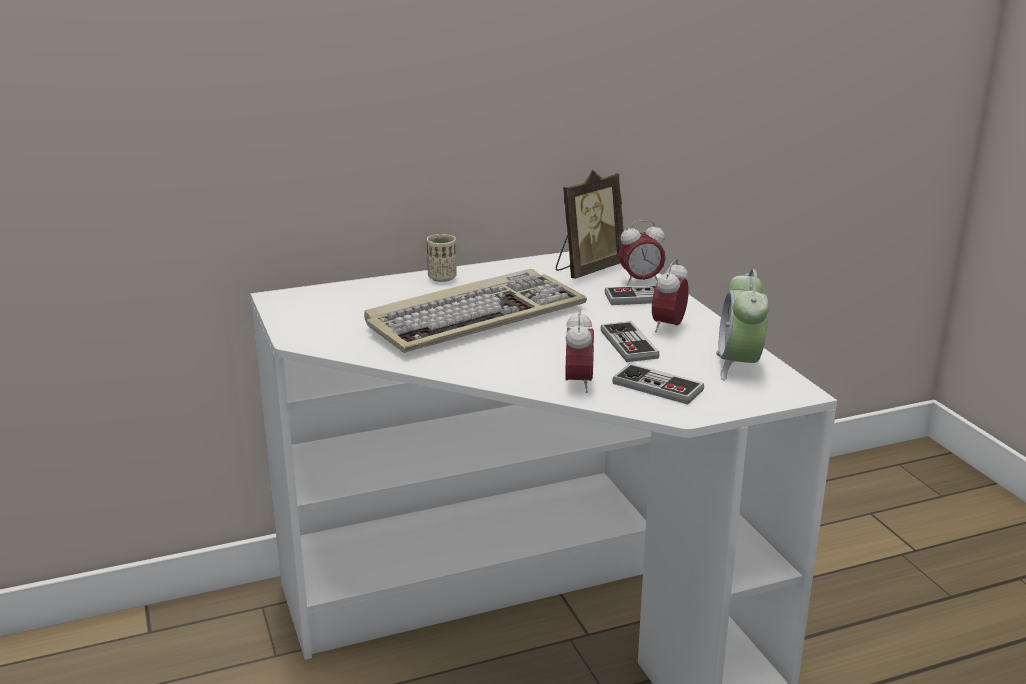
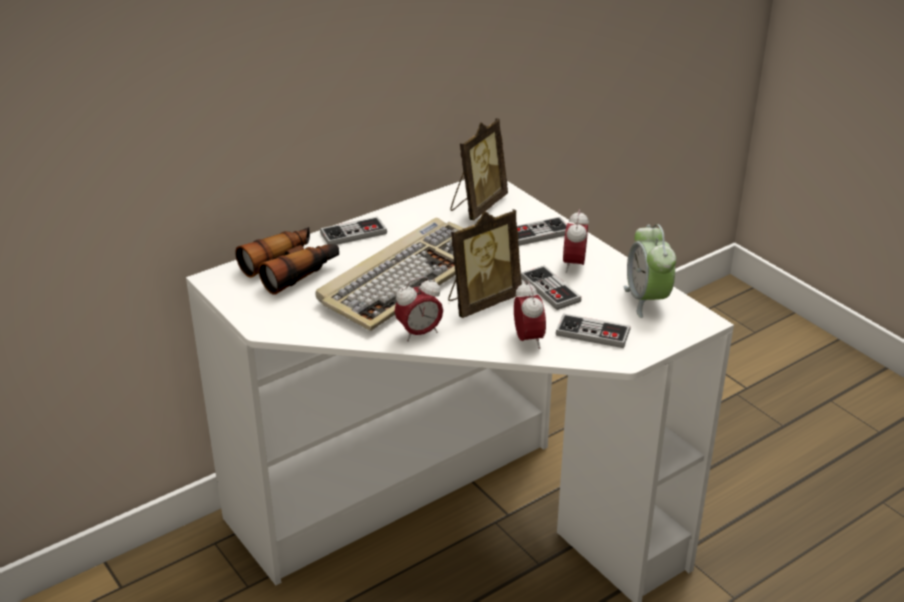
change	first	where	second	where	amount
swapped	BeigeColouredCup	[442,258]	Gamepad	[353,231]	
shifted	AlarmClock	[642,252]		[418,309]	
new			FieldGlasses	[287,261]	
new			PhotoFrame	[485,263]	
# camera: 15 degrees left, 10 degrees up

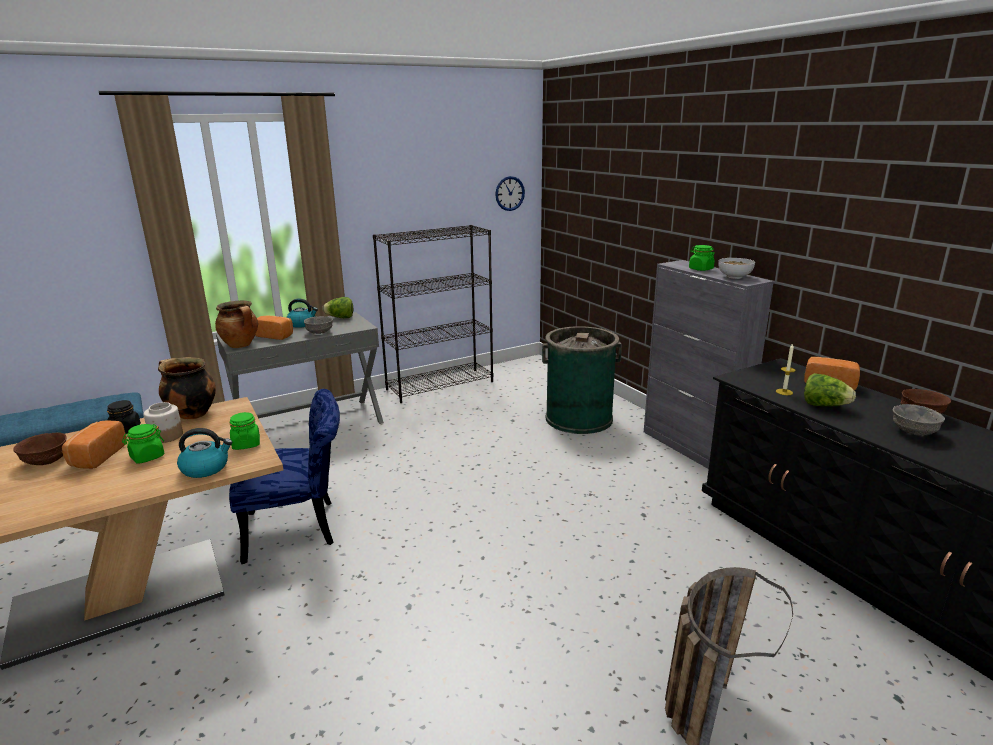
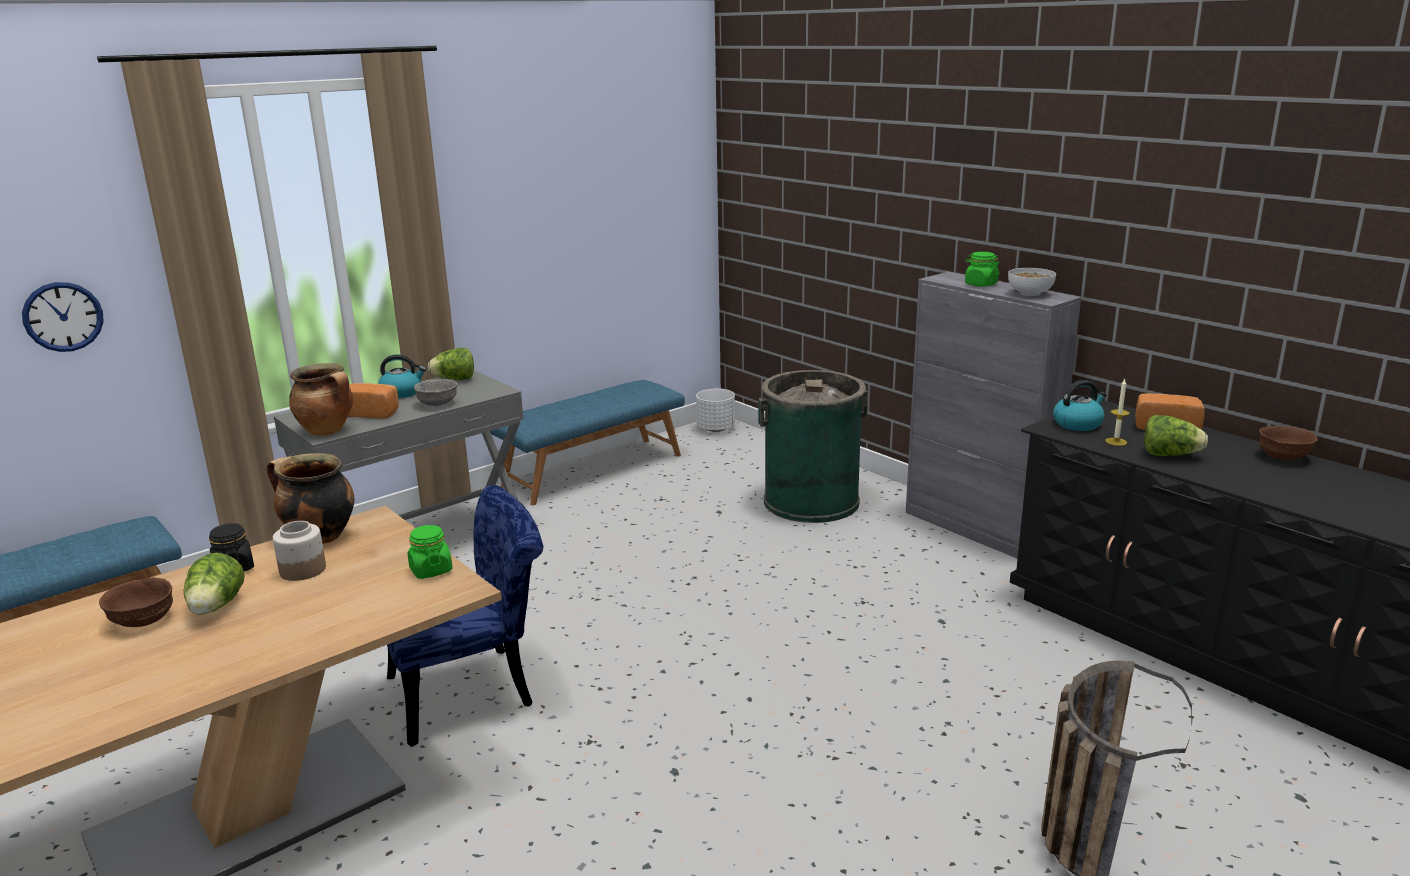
change	first	where	second	where	amount
swapped	BakeryBread	[94,445]	Lettuce	[214,584]	
gone	GreenishPreserveJar	[143,443]			
shifted	Kettle	[205,453]		[1079,405]	
swapped	BlackishBookshelf	[433,314]	BluishBench	[587,442]	
shifted	HangingClock	[510,193]		[63,317]	
gone	GrayServingBowl	[919,420]			
new			WhiteColouredFlowerPot	[715,410]	
# camera: 10 degrees left, 0 degrees up

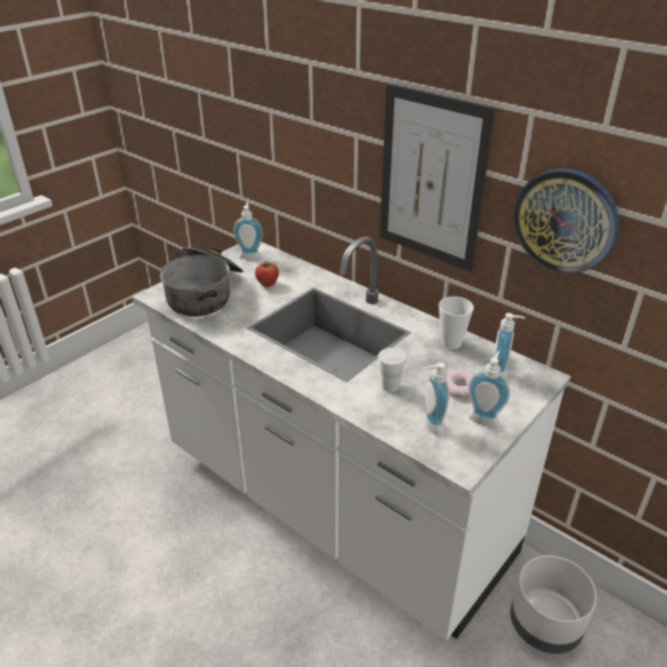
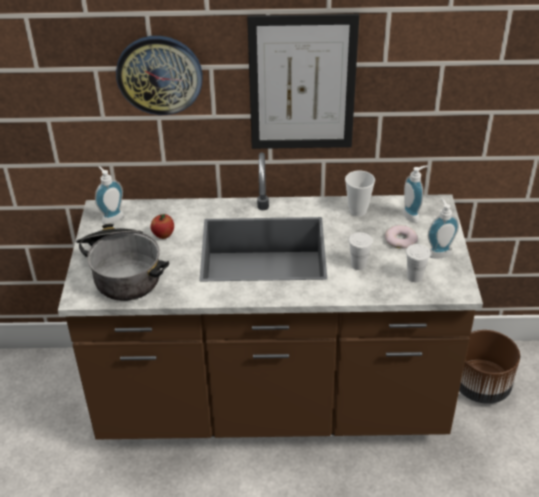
change	first	where	second	where	amount
repainted	WhiteColouredKitchenBaseUnit	[351,438]	BrownishKitchenBaseUnit	[270,296]	
swapped	SoapDispenser	[436,399]	WhiteColouredCup	[418,263]	
repainted	GrayFlowerPot	[553,604]	BrownishFlowerPot	[489,367]	
shifted	HangingClock	[566,221]		[159,75]	
# camera: 40 degrees left, 5 degrees up

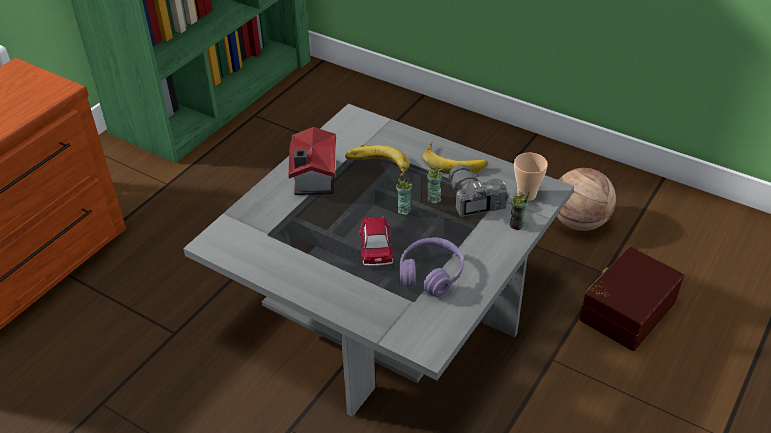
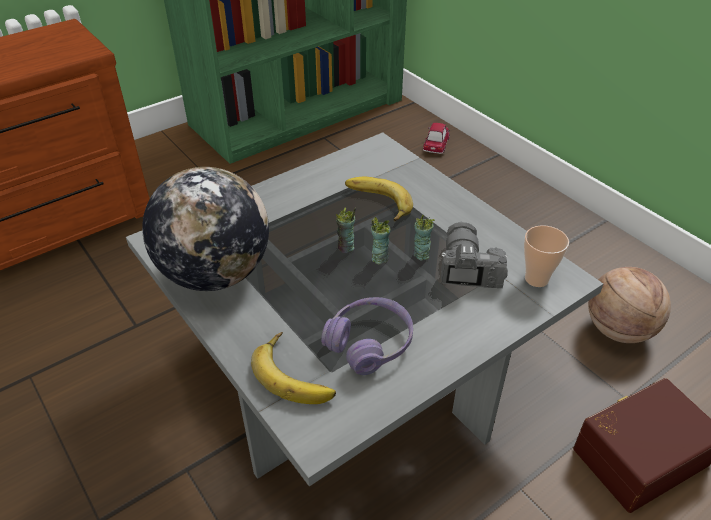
change	first	where	second	where	amount
gone	ModelHouse	[312,161]			
shifted	ModelCar	[376,241]		[436,138]	
shifted	Banana	[454,158]		[293,368]	
shifted	Cup	[520,210]		[346,230]	
new			DeskGlobe	[205,229]	
# camera: 20 degrees right, 0 degrees up

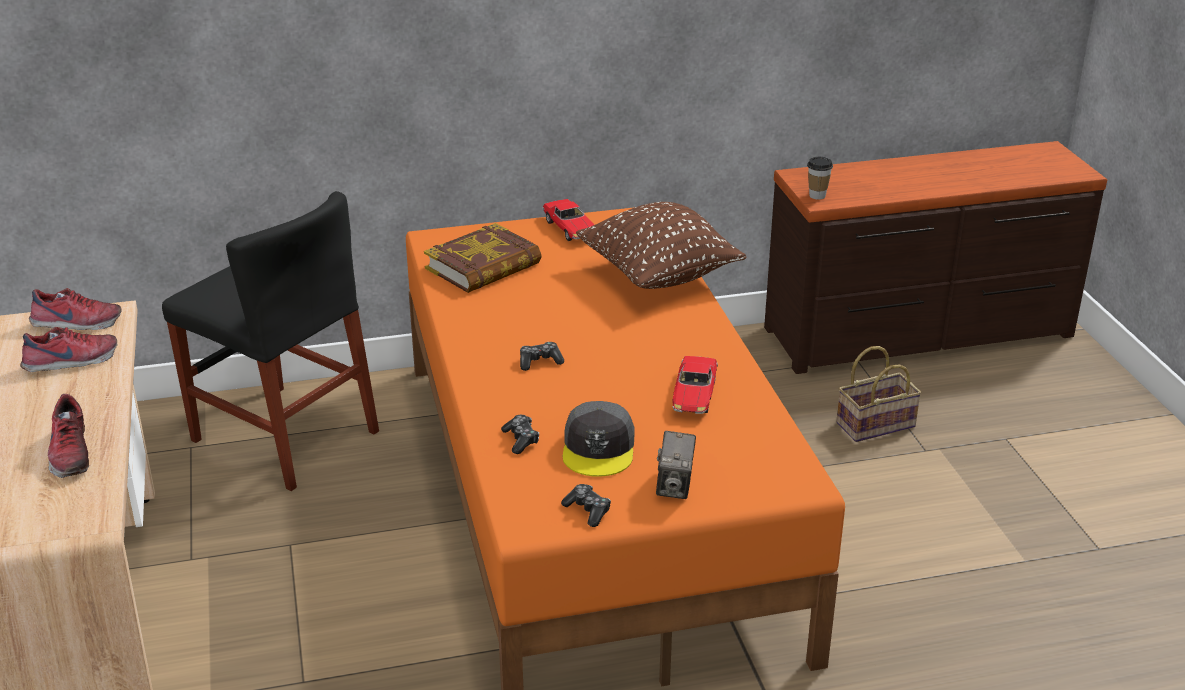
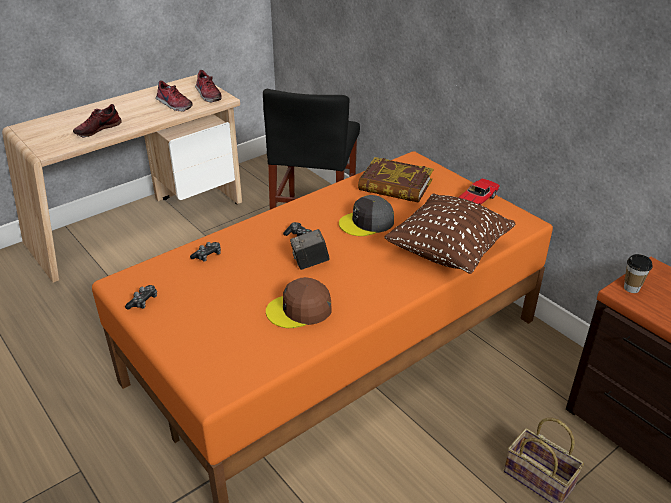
change	first	where	second	where	amount
shifted	GrayPeakedCap	[599,439]		[366,215]	
shifted	PhotoCamera	[676,465]		[309,249]	
swapped	ModelCar	[695,385]	BrownishPeakedCap	[299,302]	
# camera: 65 degrees right, 5 degrees up

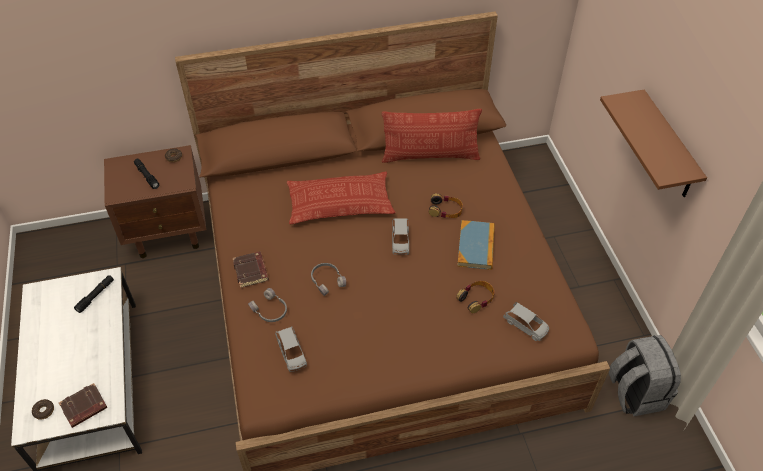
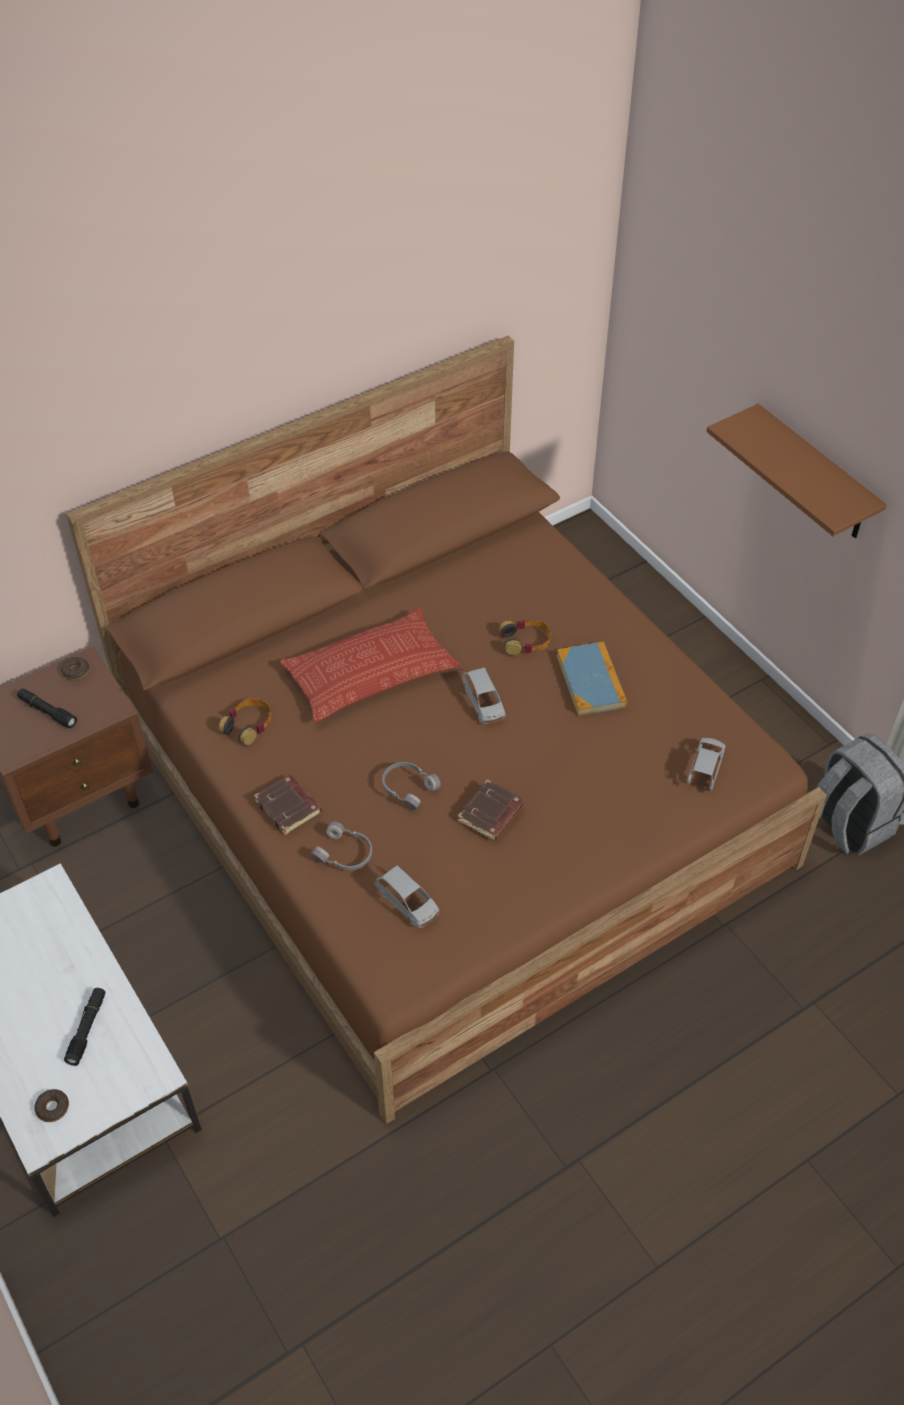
change	first	where	second	where	amount
shifted	BrownishVolume	[83,405]		[490,810]	
shifted	BlackishFlashlight	[94,294]		[84,1027]	
gone	Pillow	[432,136]			
shifted	Headphones	[475,297]		[245,722]	
rotated	GrayModelCar	[526,321]		[705,764]	90 degrees counterclockwise
# camera: 20 degrees left, 0 degrees up

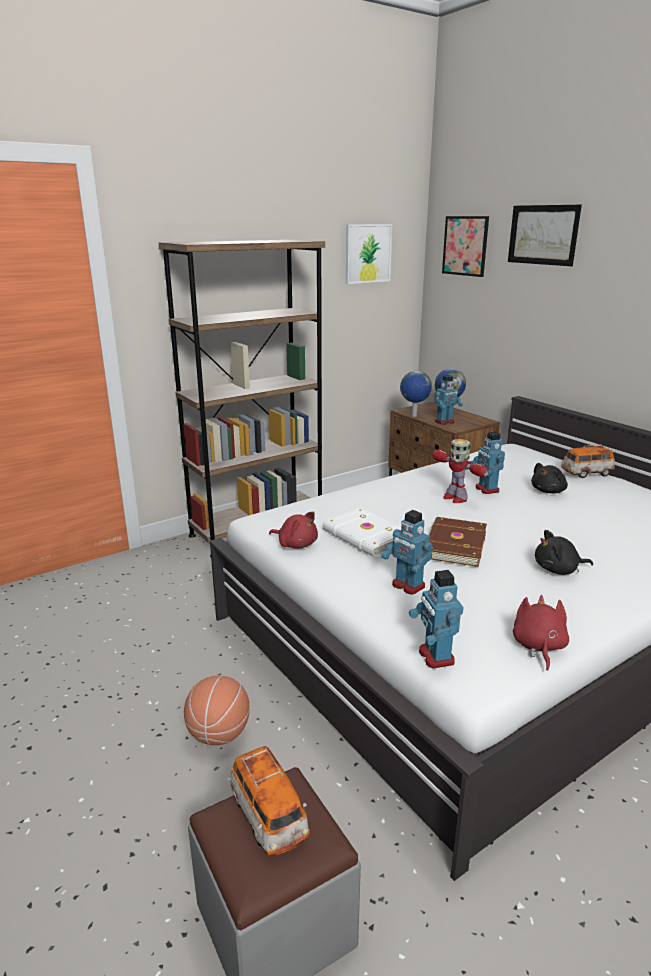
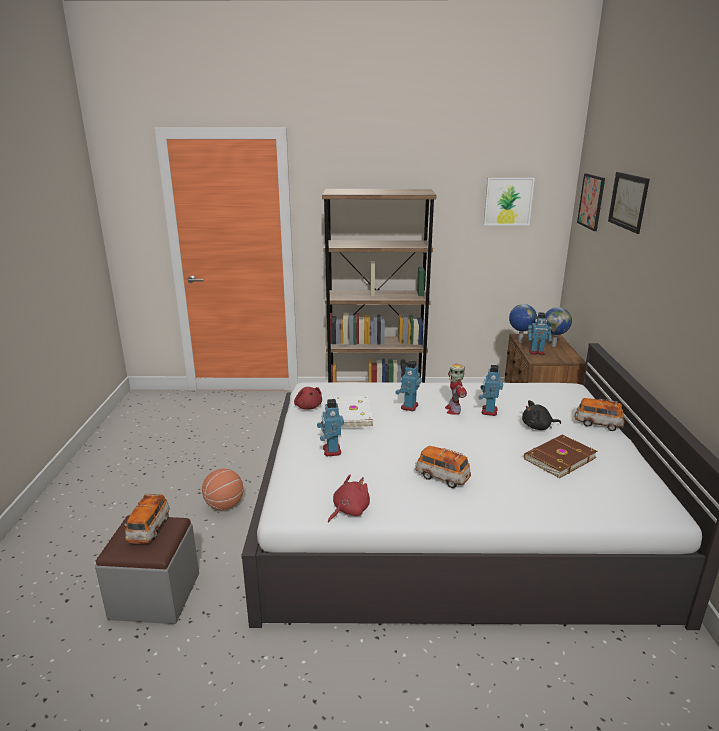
change	first	where	second	where	amount
shifted	ModelRobot	[436,619]		[408,386]	
shifted	BrownishVolume	[458,542]		[560,456]	
swapped	BlackishPlushToy	[564,552]	ModelCar	[443,467]	
# camera: 35 degrees right, 0 degrees up

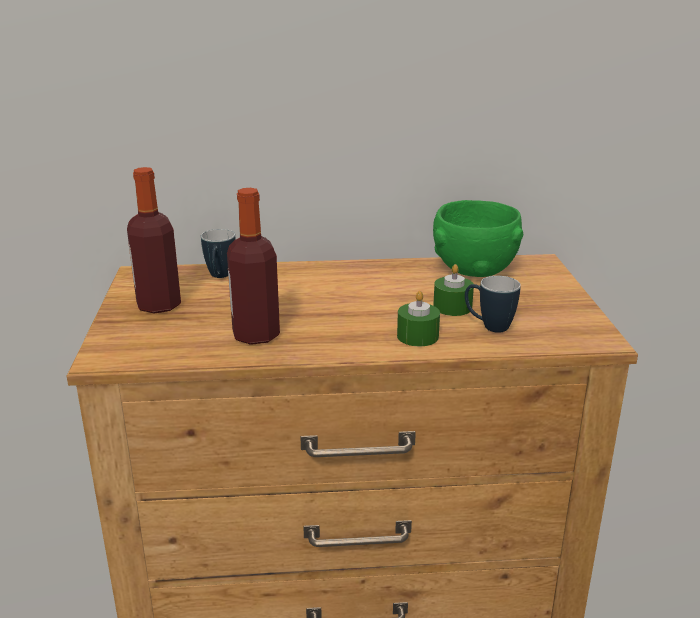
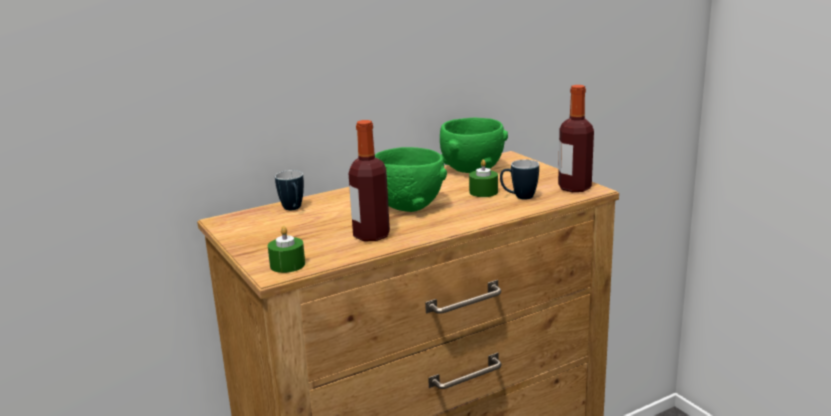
change	first	where	second	where	amount
shifted	BeverageBottle	[154,240]		[576,138]	
shifted	GreenishWaxLight	[418,318]		[286,249]	
new			GreenishServingBowl	[411,179]	
# camera: 25 degrees left, 5 degrees down

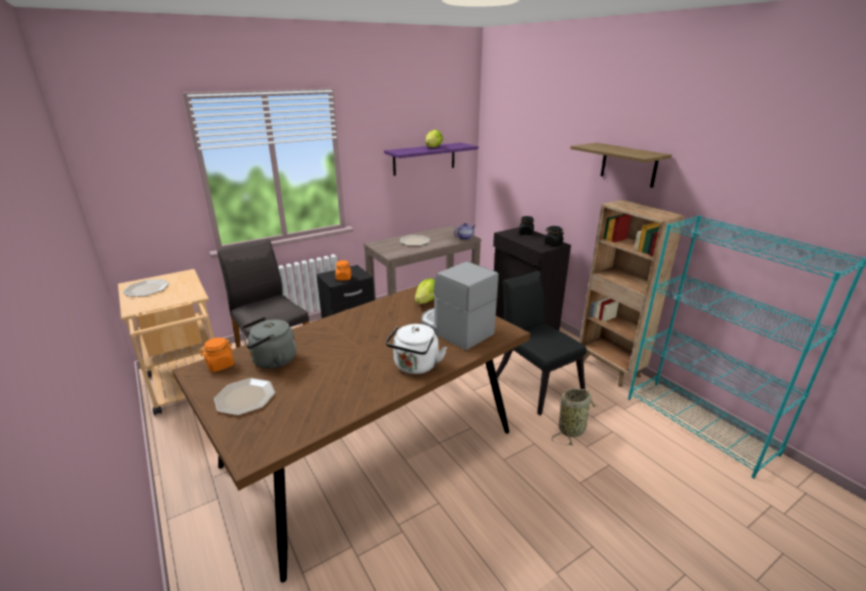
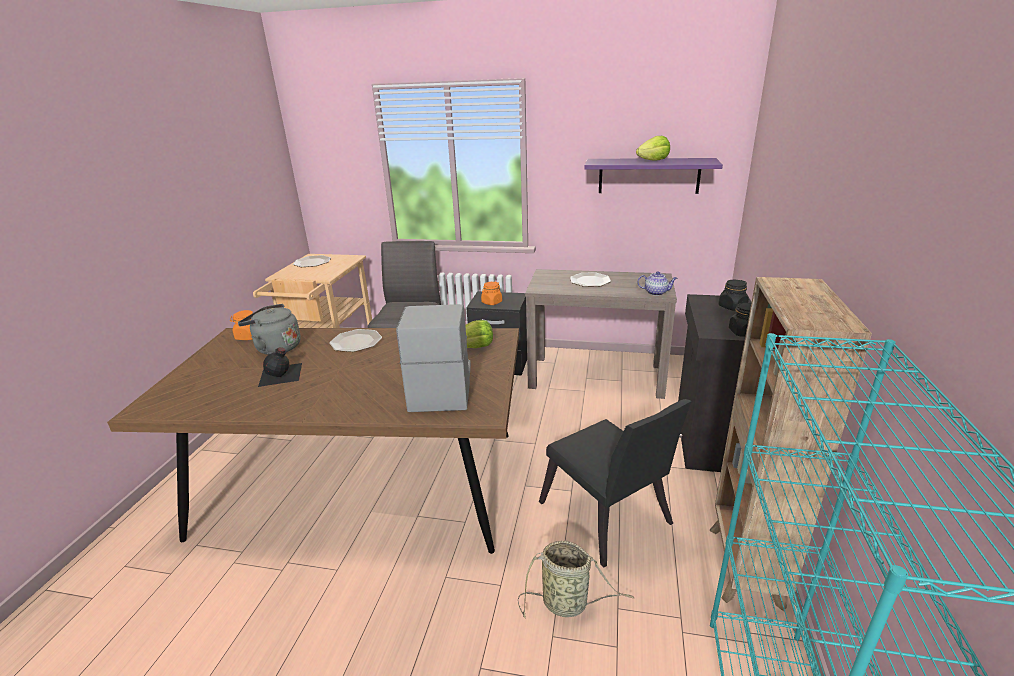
change	first	where	second	where	amount
shifted	Plate	[245,396]		[355,340]	
gone	WhiteColouredKettle	[416,349]			
rotated	BlackishChair	[541,343]		[615,483]	135 degrees clockwise
gone	Shelf	[621,165]			
new			BlackishBeverageBottle	[280,367]	
# camera: 45 degrees right, 0 degrees up

